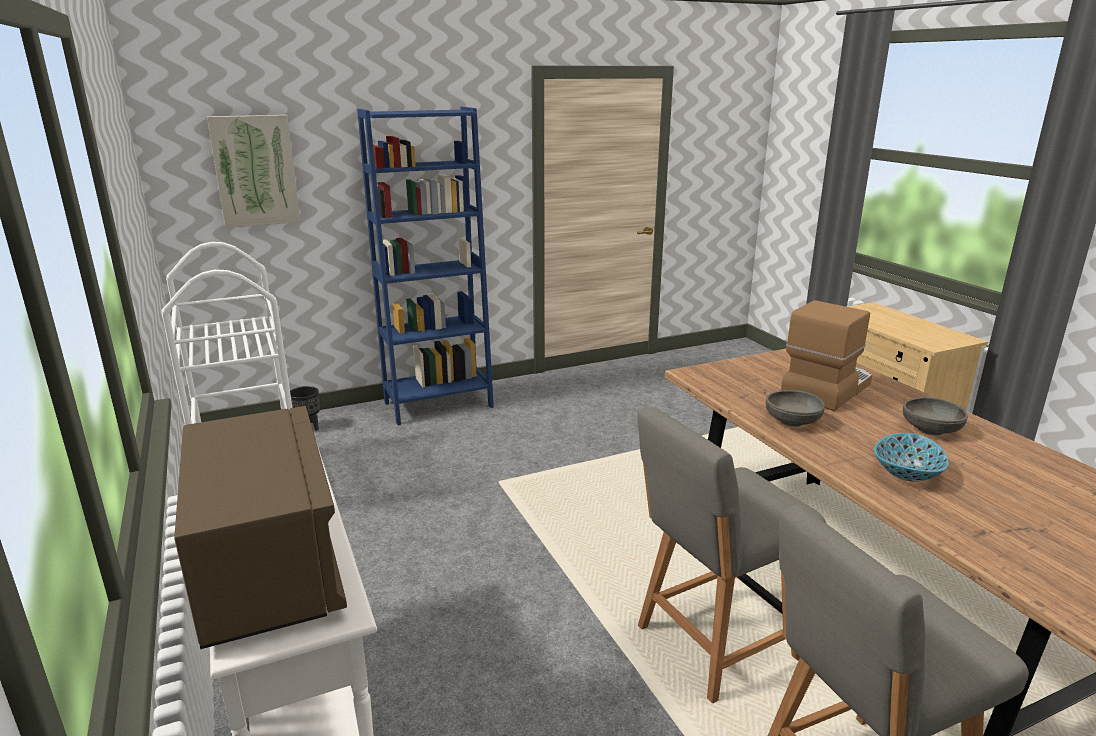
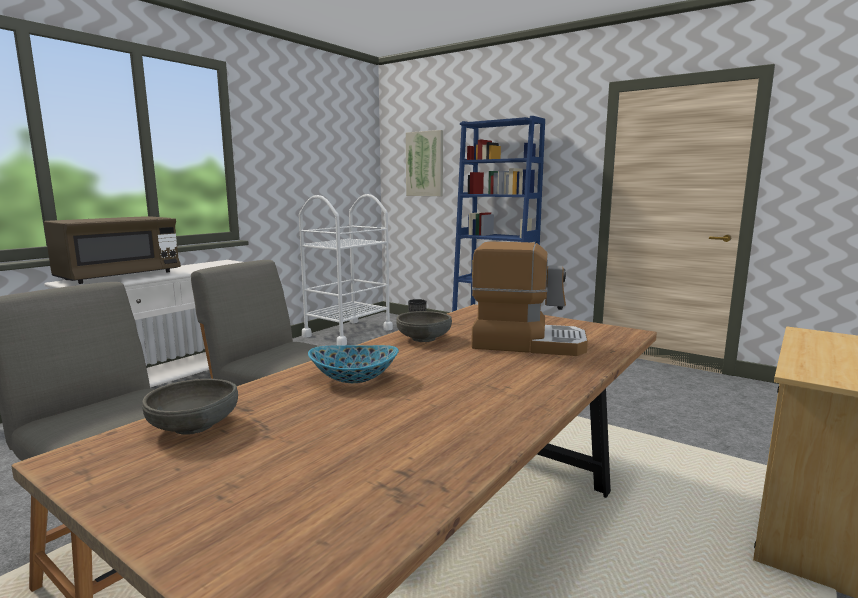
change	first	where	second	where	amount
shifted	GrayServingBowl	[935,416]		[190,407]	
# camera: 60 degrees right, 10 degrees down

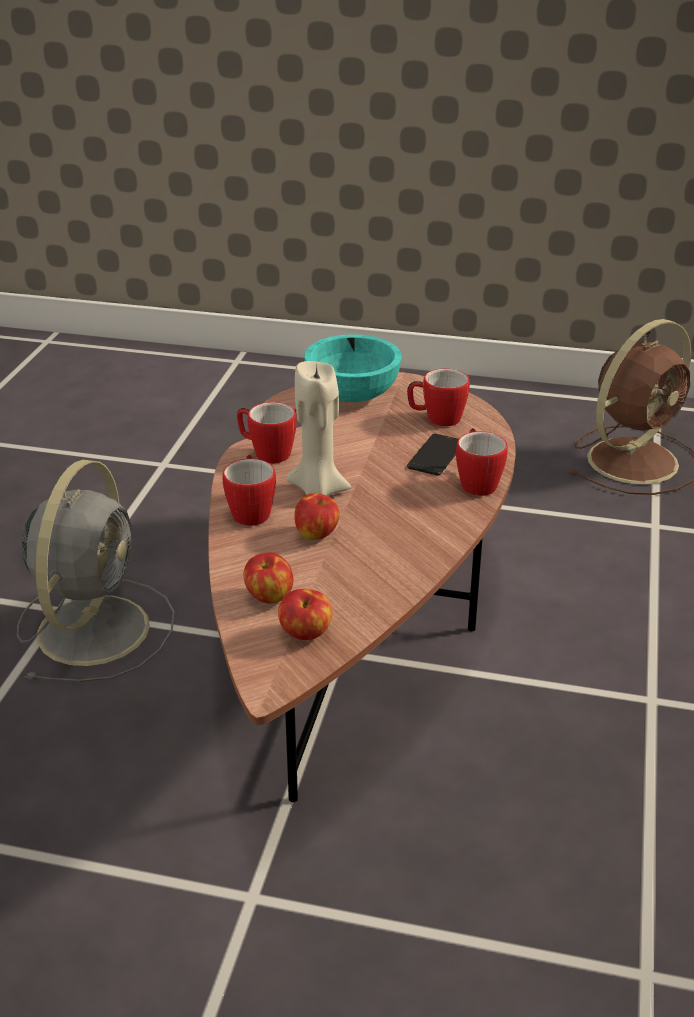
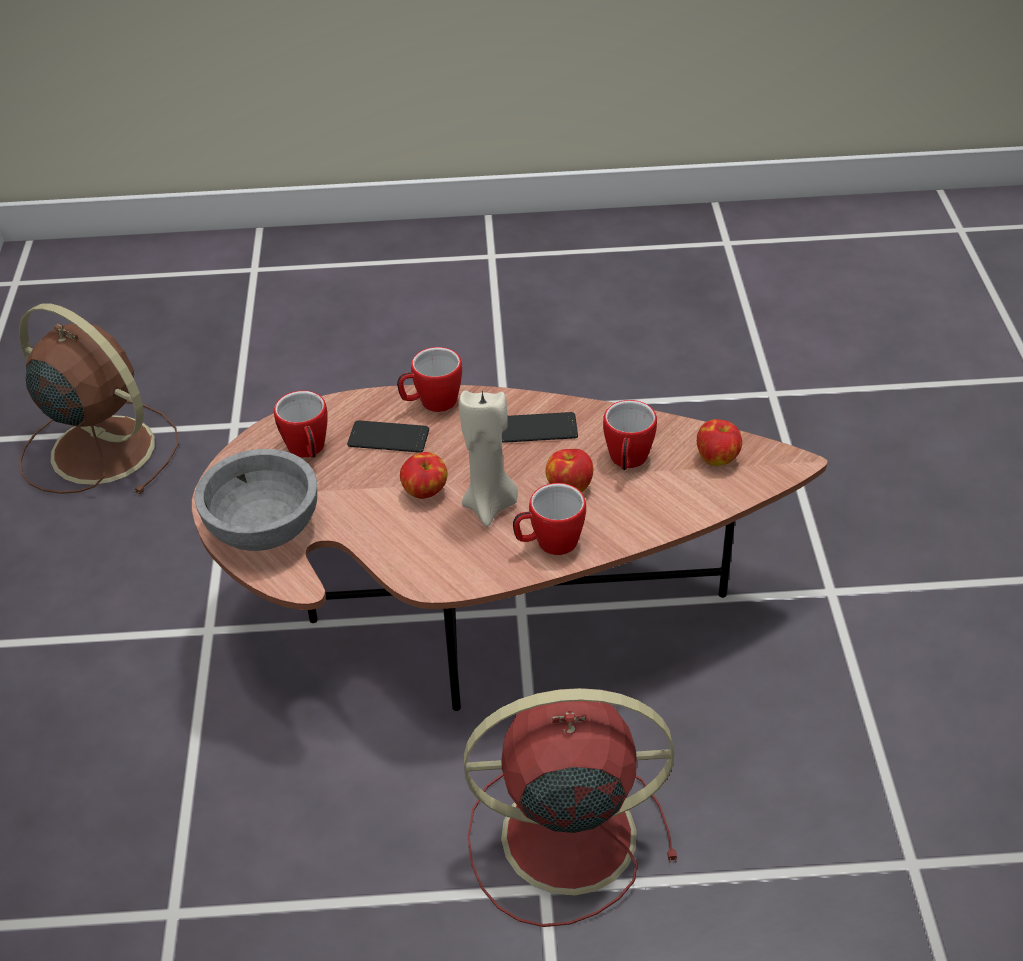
change	first	where	second	where	amount
repainted	GrayElectricFan	[96,571]	ReddishElectricFan	[570,807]	
shifted	CoffeeMug	[267,432]		[630,435]	
shifted	WholeApple	[268,578]		[424,475]	
repainted	TurquoiseServingBowl	[353,368]	GrayServingBowl	[256,500]	
new			Phone	[540,427]	
# camera: 105 degrees left, 10 degrees up

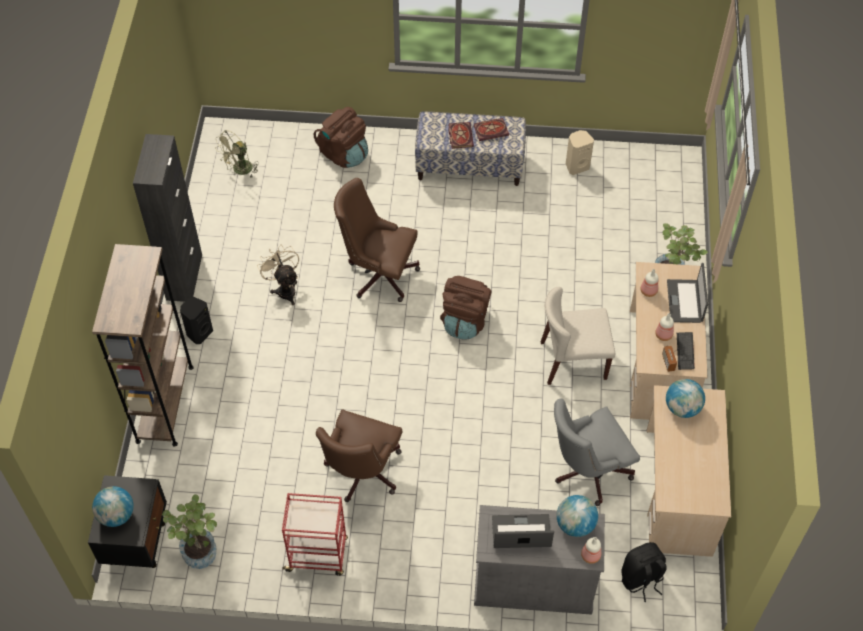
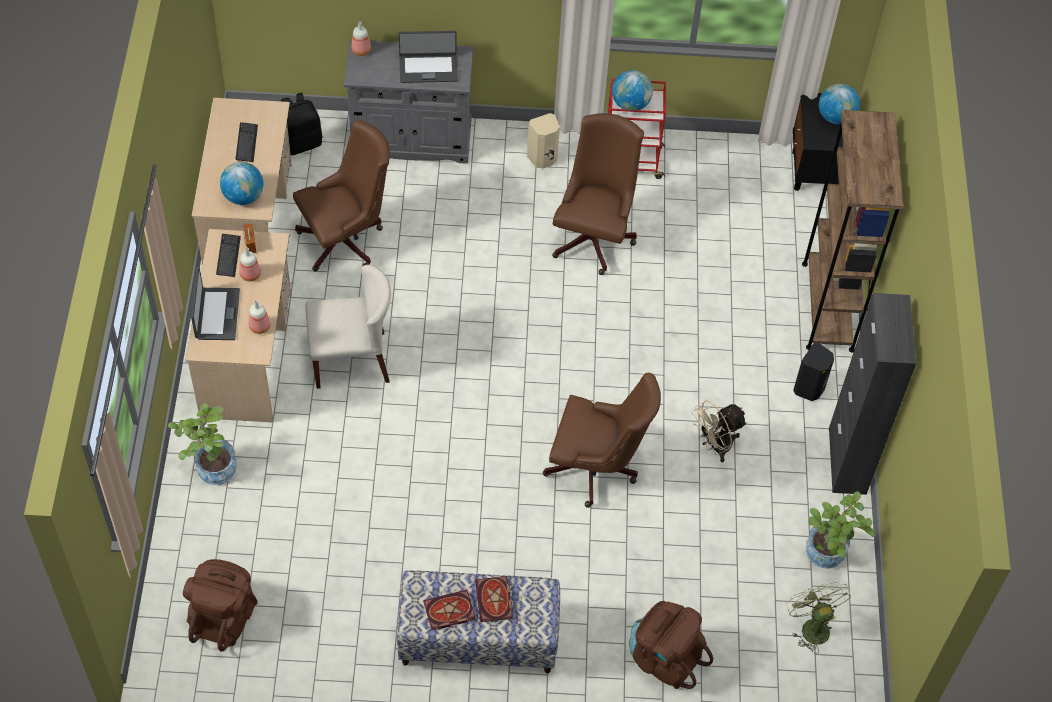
change	first	where	second	where	amount
shifted	PottedPlant	[189,531]		[841,530]	
rotated	GreenishElectricFan	[237,153]		[819,618]	60 degrees counterclockwise
rotated	BeigeColouredElectricFan	[278,275]		[720,431]	90 degrees clockwise
shifted	BrownishKnapsack	[466,308]		[220,605]	
repainted	GrayDeskChair	[597,452]	BrownishDeskChair	[341,196]	
shifted	DeskGlobe	[577,516]		[632,90]	
shifted	BeigeColouredSpeaker	[580,152]		[543,140]	
new			ComputerKeyboard	[247,142]	
# camera: 175 degrees right, 0 degrees up

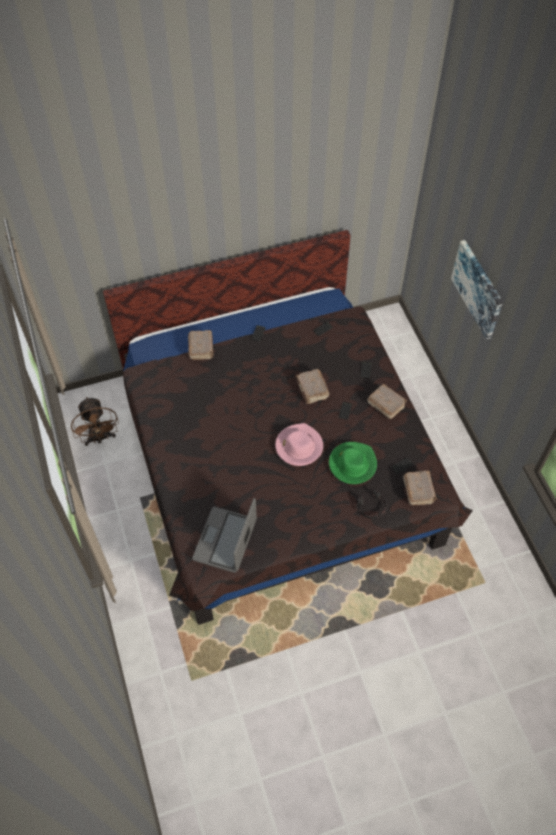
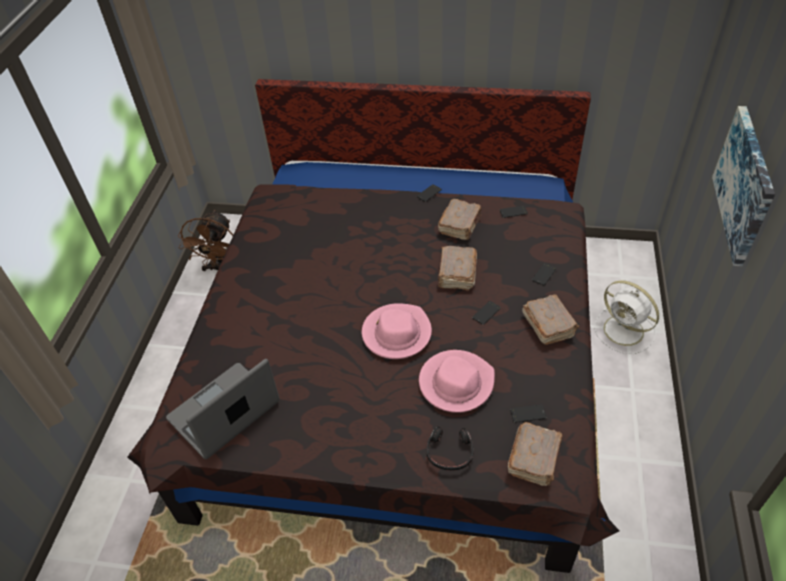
change	first	where	second	where	amount
shifted	BrownishVolume	[201,345]		[459,219]	
repainted	GreenishHat	[353,463]	PinkishHat	[457,381]	
new			WhiteColouredElectricFan	[626,317]	
# camera: 30 degrees right, 10 degrees down

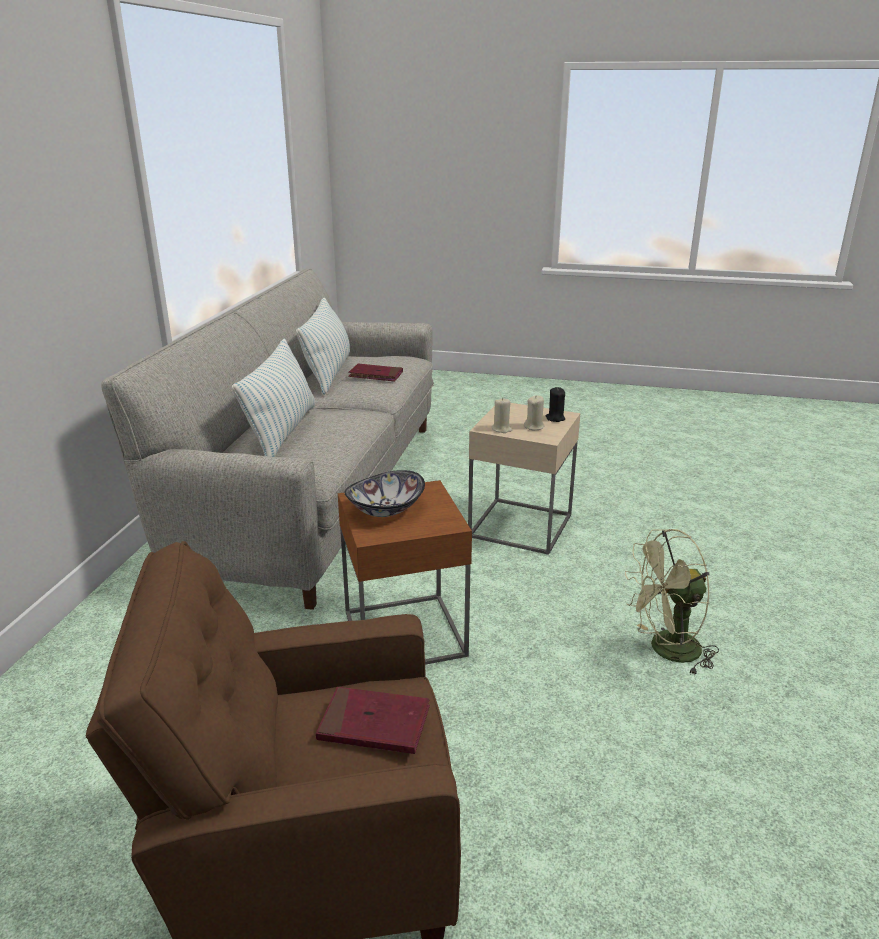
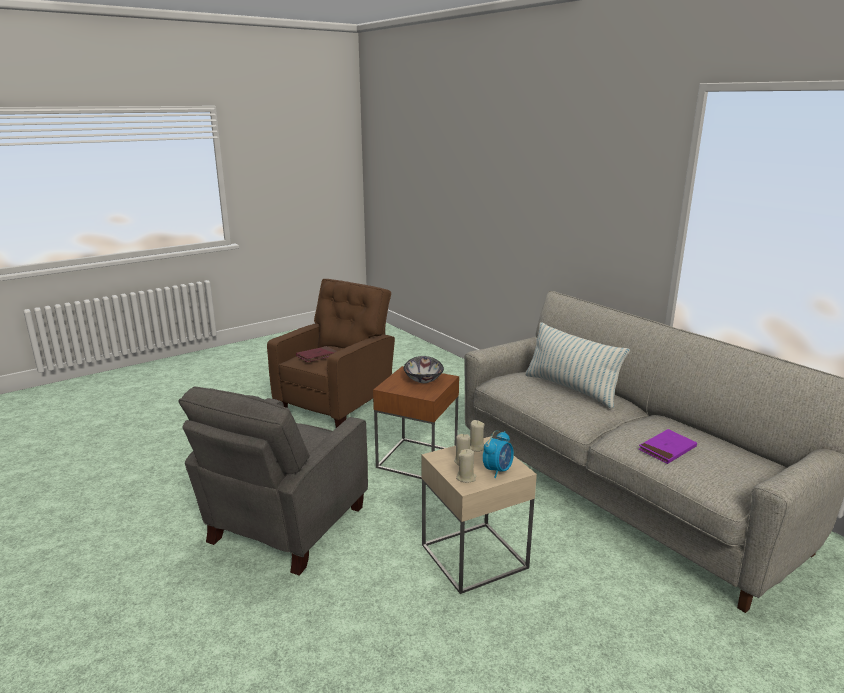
change	first	where	second	where	amount
gone	Pillow	[323,346]			
repainted	ReddishVolume	[375,373]	PurpleColouredVolume	[668,446]	
repainted	BlackishWaxLight	[555,404]	BeigeColouredWaxLight	[466,466]	
swapped	GreenishElectricFan	[672,602]	GrayArmchair	[273,481]	
new			AlarmClock	[498,454]	
# camera: 130 degrees right, 5 degrees down

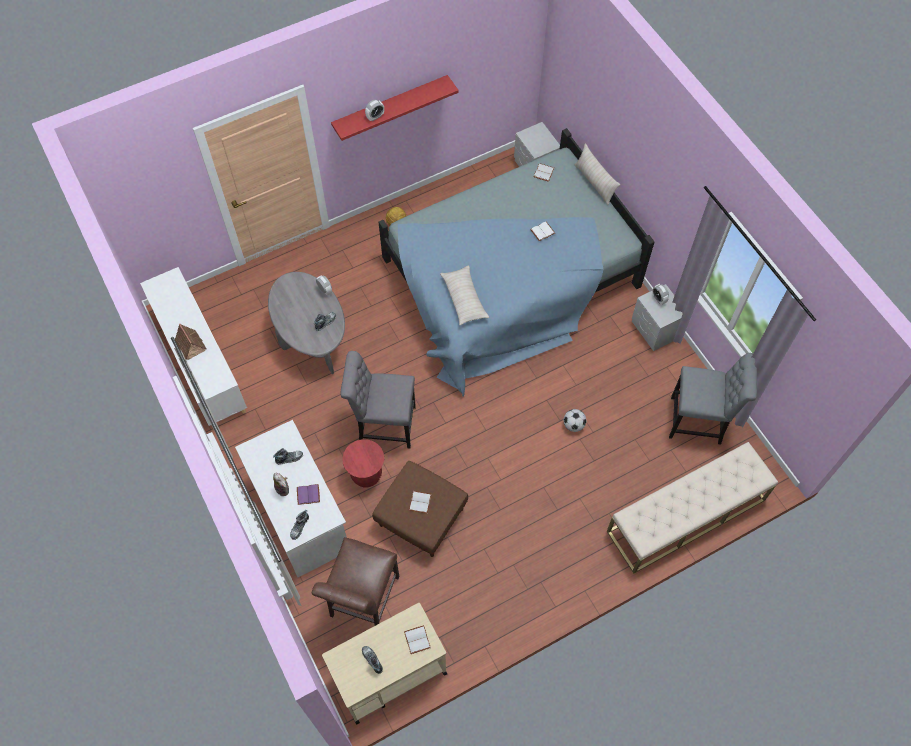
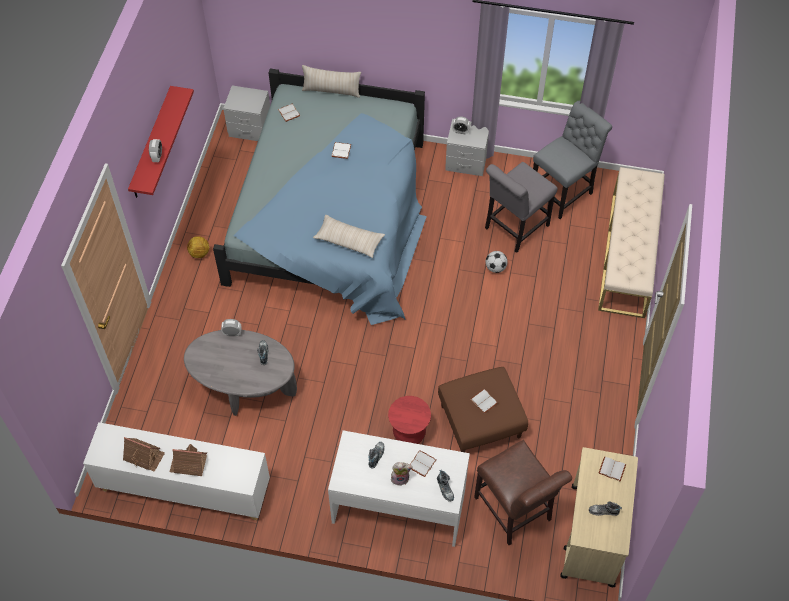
change	first	where	second	where	amount
repainted	PurpleColouredVolume	[308,494]	WhiteColouredVolume	[423,463]	
shifted	GrayChair	[378,399]		[521,207]	
new			ModelHouse	[144,454]	
# camera: 50 degrees left, 5 degrees down

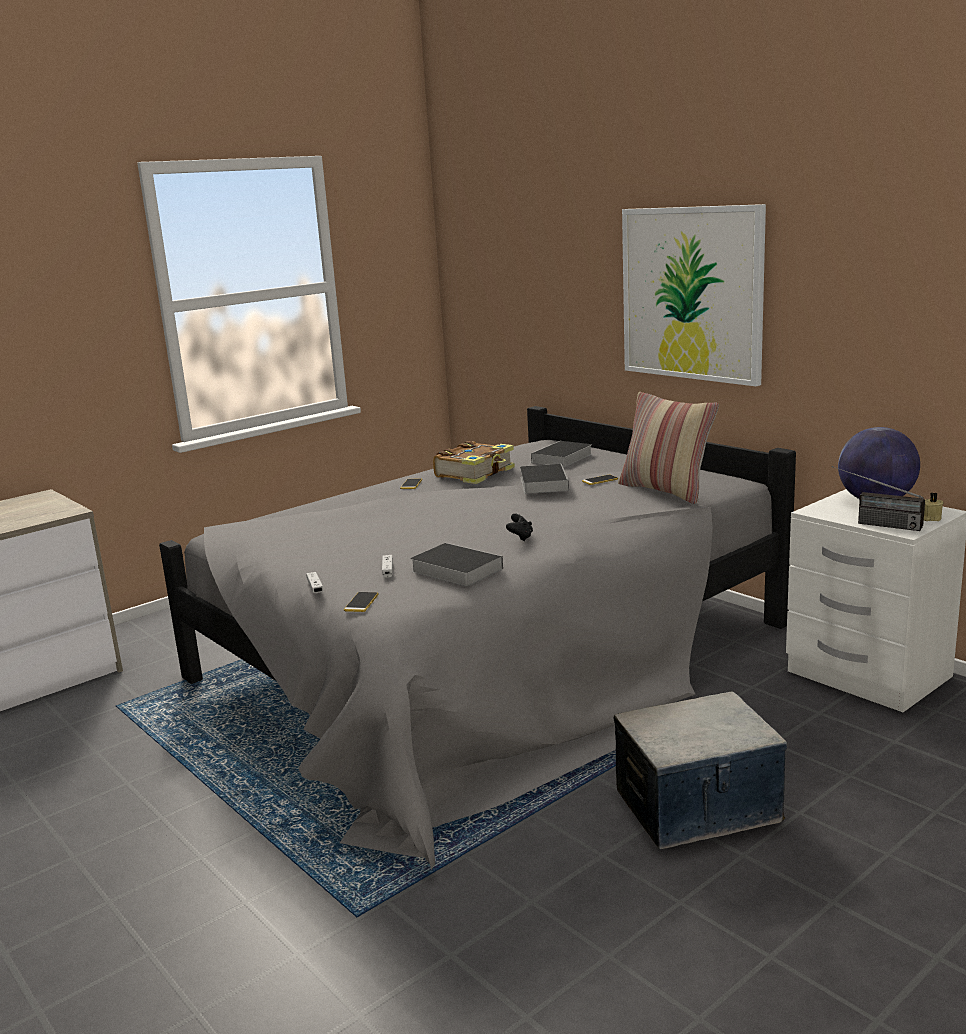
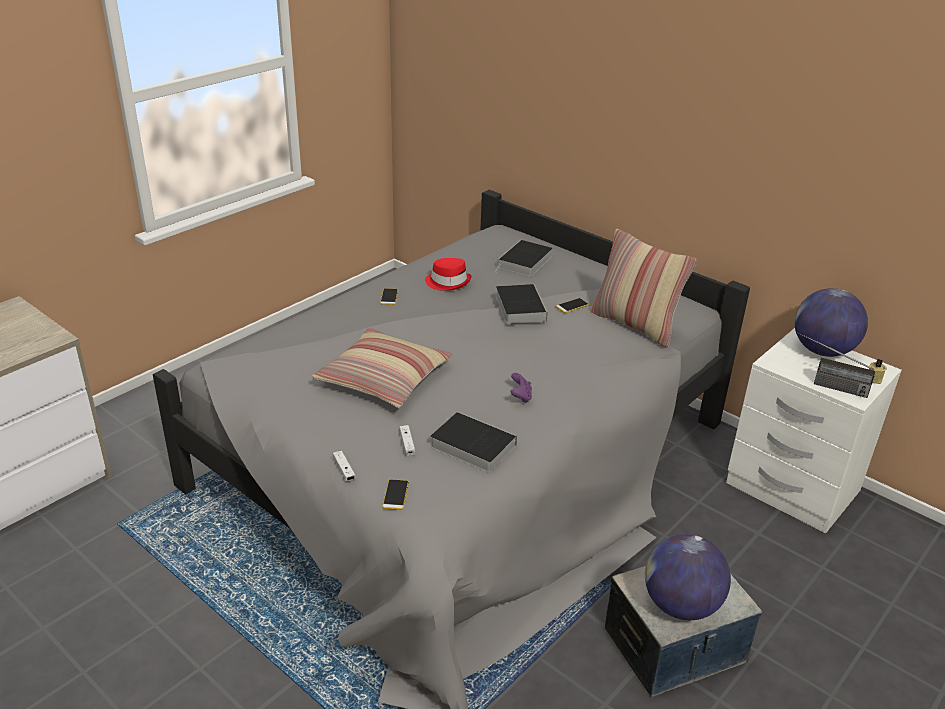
change	first	where	second	where	amount
swapped	Volume	[474,462]	ReddishHat	[448,274]	
repainted	BlackishGamepad	[519,527]	PurpleColouredGamepad	[521,388]	
gone	WallArt	[694,295]			
new			Pillow	[382,368]	
new			DeskGlobe	[688,577]	
# camera: 10 degrees left, 15 degrees up

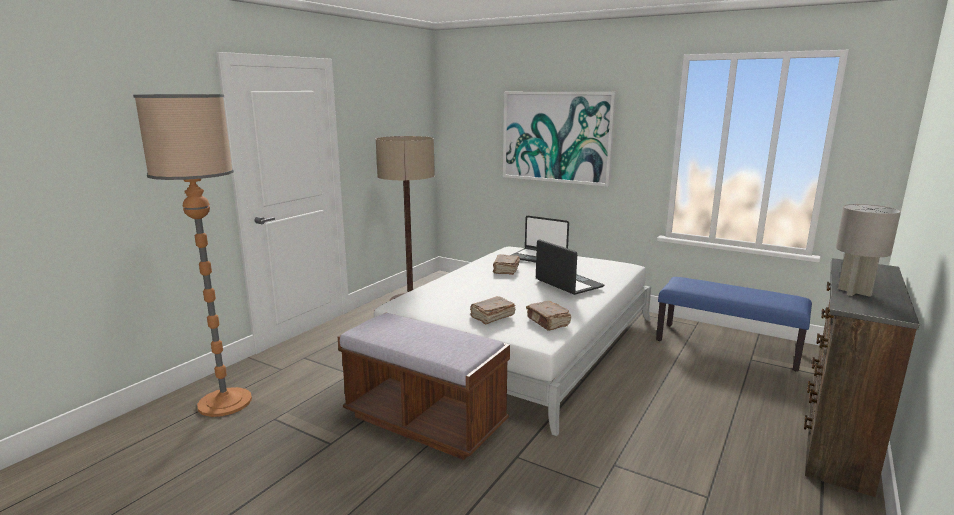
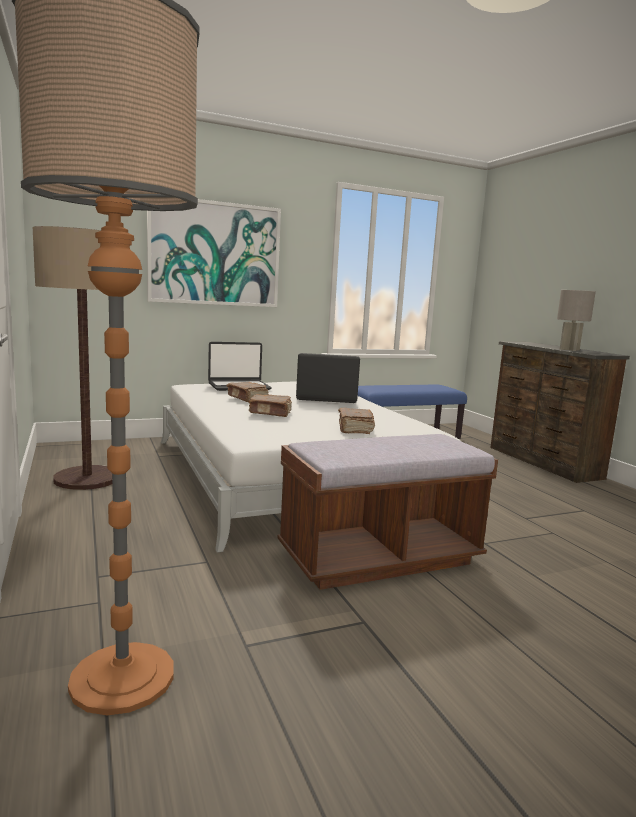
change	first	where	second	where	amount
shifted	BrownishVolume	[548,316]		[270,405]	
# camera: 55 degrees left, 5 degrees down

